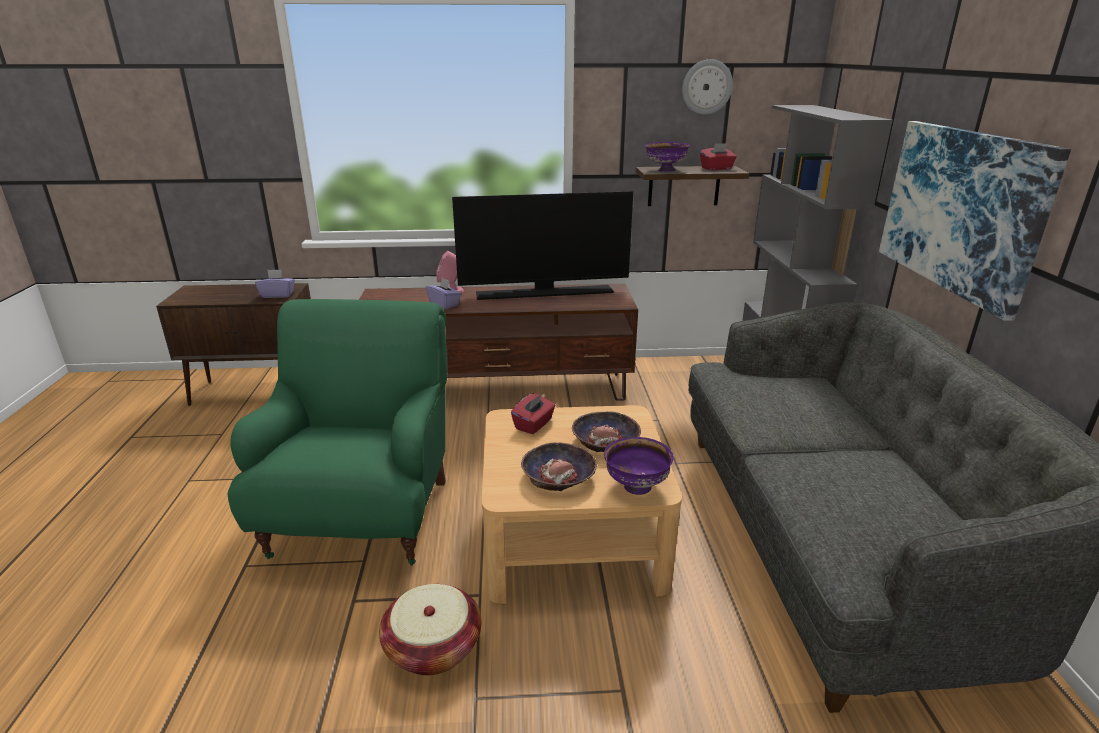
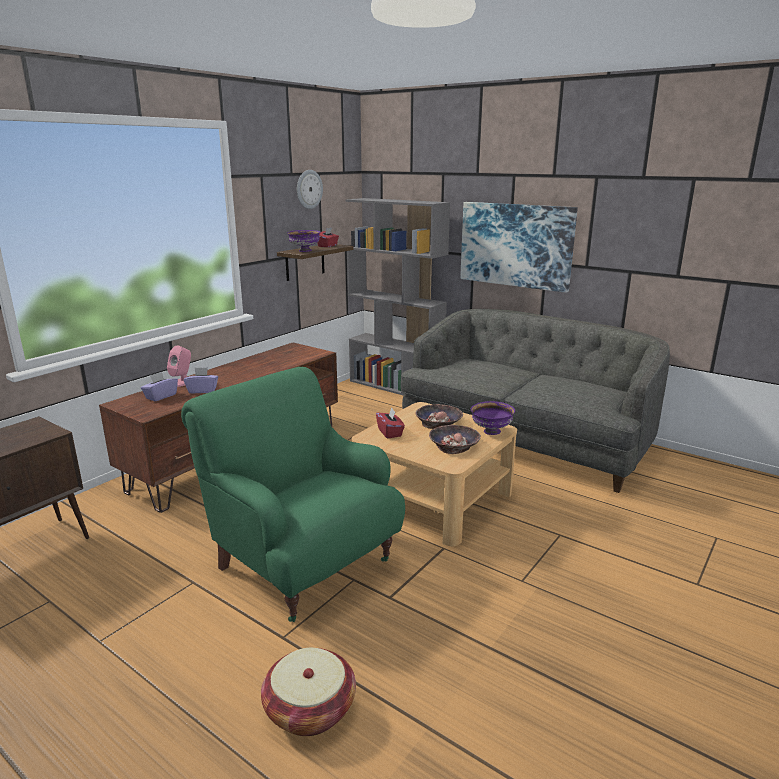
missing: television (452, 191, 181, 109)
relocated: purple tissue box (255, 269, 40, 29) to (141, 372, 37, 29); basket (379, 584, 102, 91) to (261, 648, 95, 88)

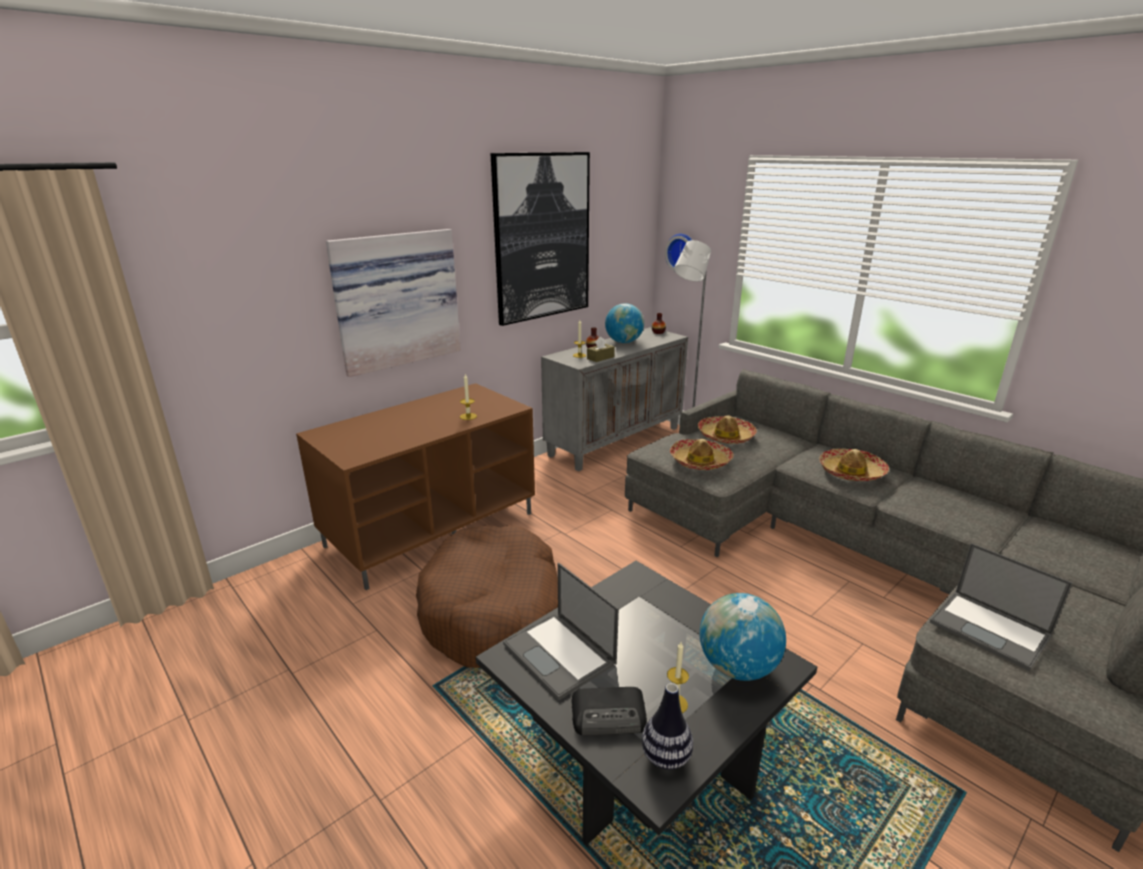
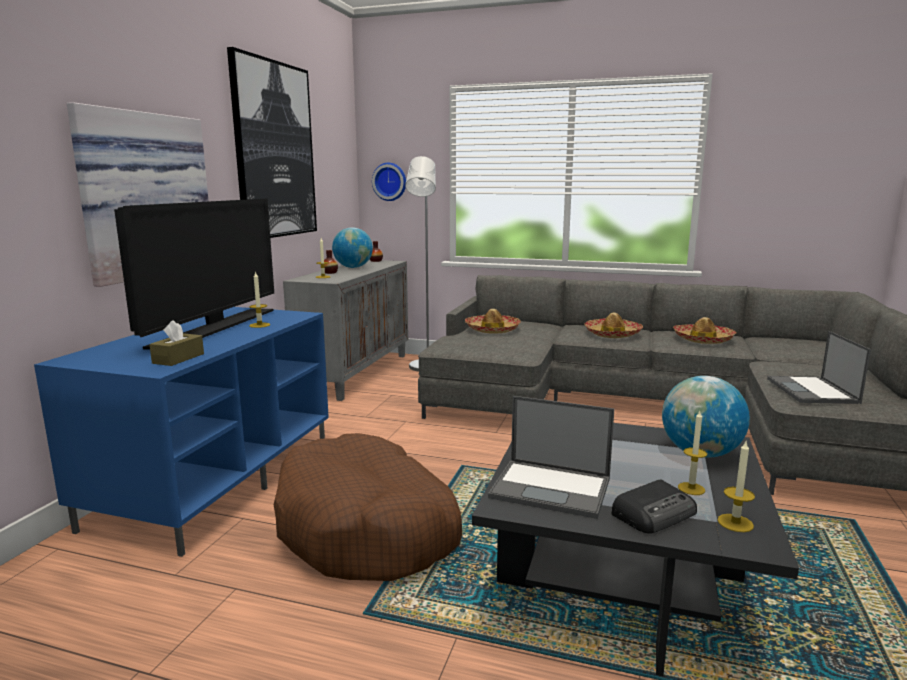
appeared: television (114, 199, 160, 151)
relocated: brown tissue box (587, 337, 28, 25) to (149, 320, 55, 46); hat (670, 439, 63, 31) to (673, 317, 64, 27)
exchanged: vase (642, 683, 51, 87) to candle (718, 441, 37, 91)
colour: brown tv stand (296, 383, 239, 207) to blue tv stand (34, 307, 295, 250)
spun: laptop (930, 543, 143, 128) = (767, 331, 104, 73) 75 degrees clockwise

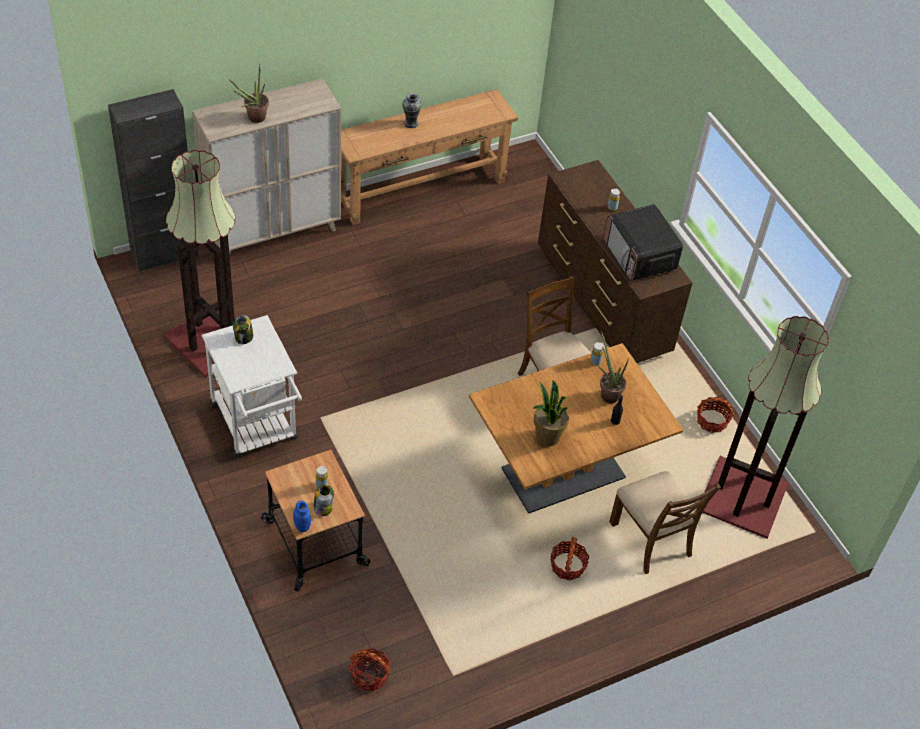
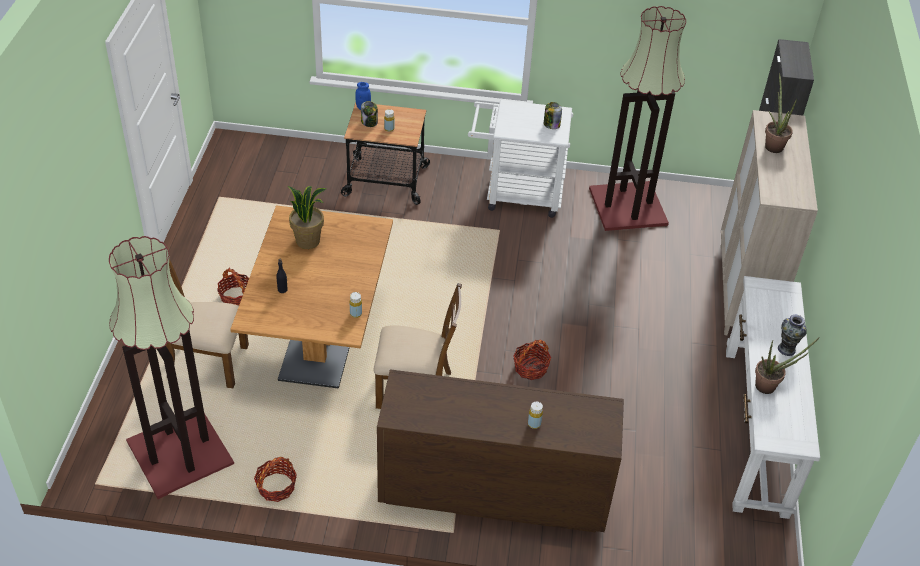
missing: microwave (603, 204, 80, 77)
relocated: basket (349, 648, 42, 43) to (513, 339, 38, 41); potted plant (597, 332, 32, 71) to (755, 337, 65, 57)
colour: brown console table (341, 89, 177, 136) to white console table (726, 276, 94, 243)

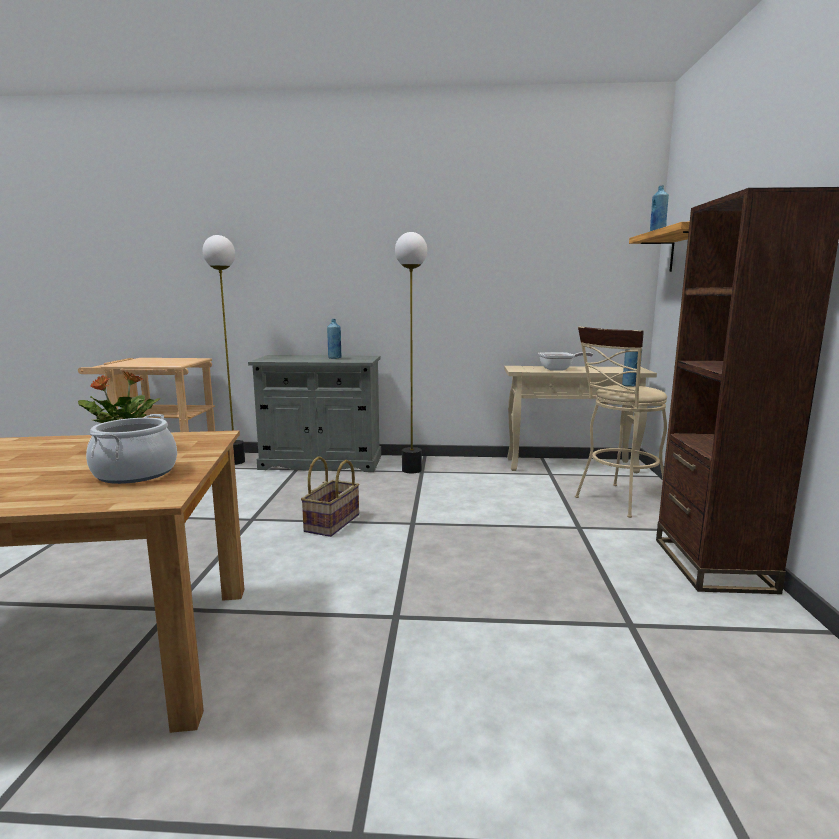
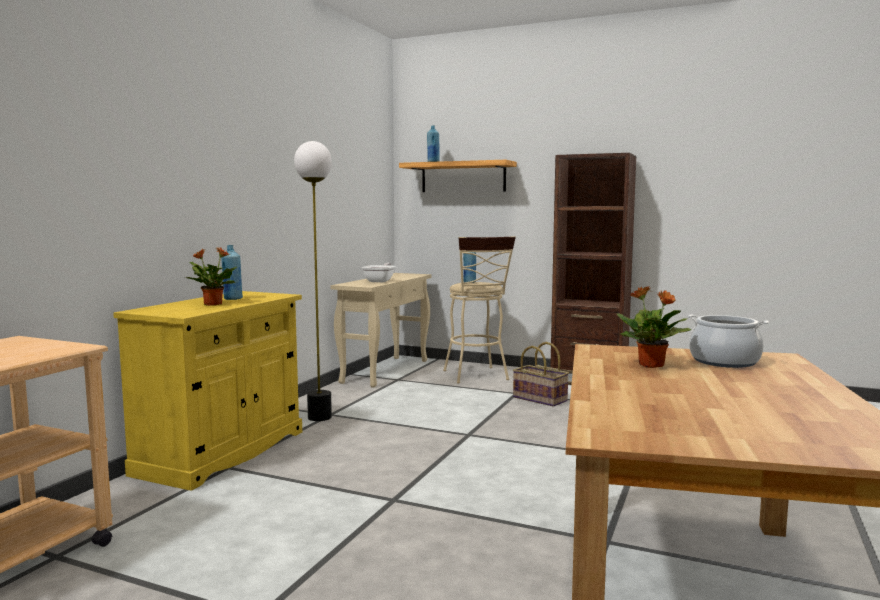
missing: floor lamp (203, 235, 42, 230)
appeared: potted plant (185, 247, 52, 59)
relocated: basket (301, 456, 58, 81) to (513, 342, 56, 65)
colour: grey cabinet (248, 355, 133, 117) to yellow cabinet (113, 291, 189, 200)

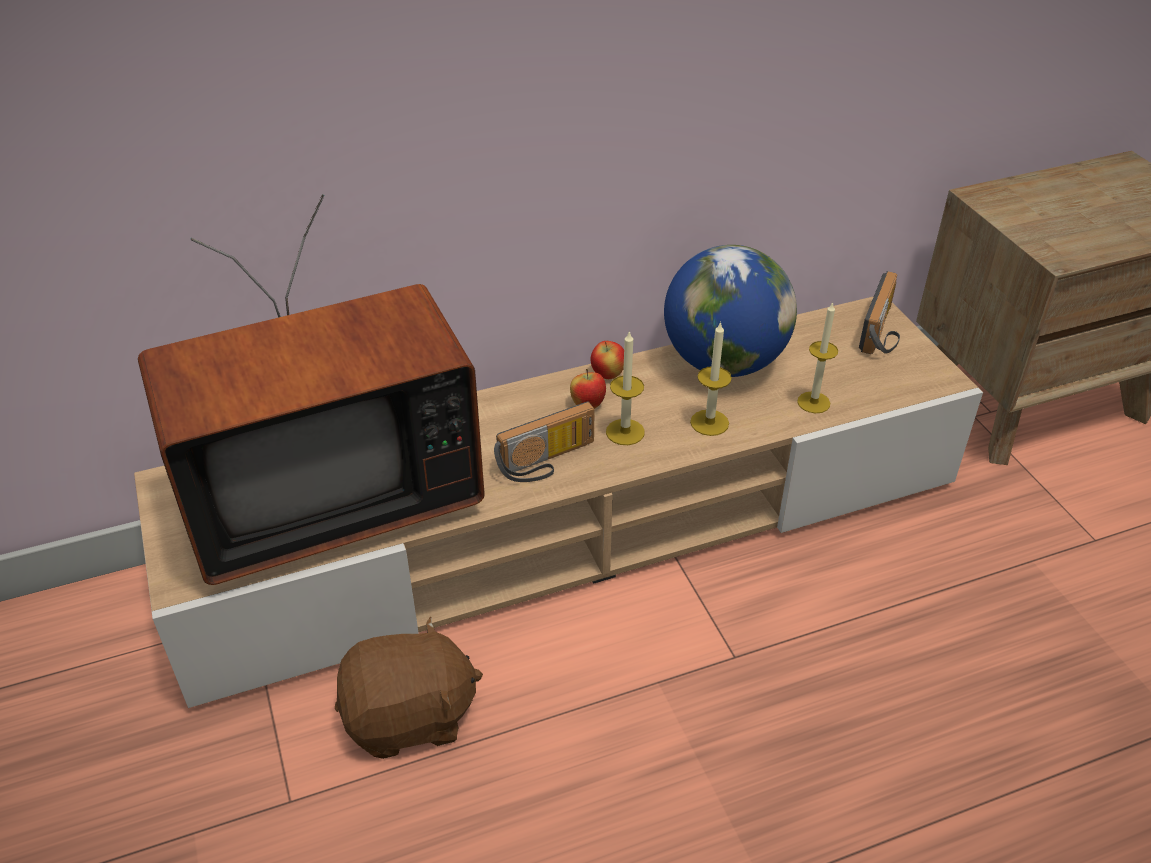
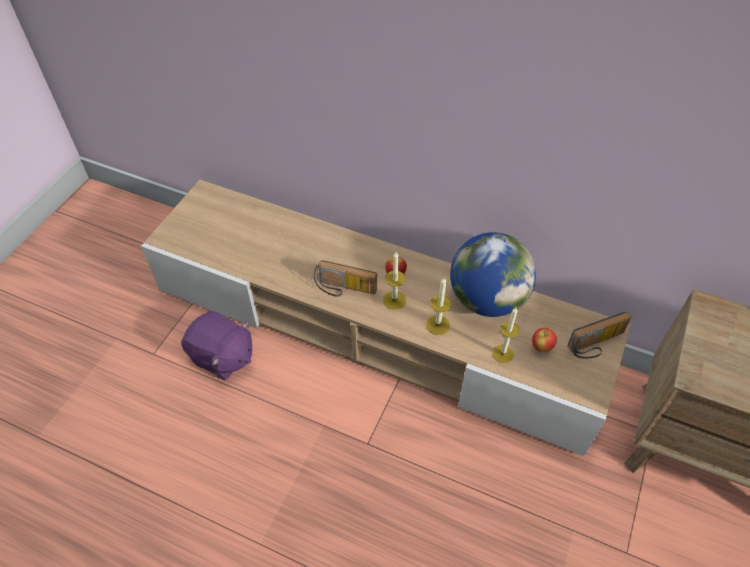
missing: television (138, 194, 347, 391)
relocated: apple (591, 341, 33, 38) to (532, 328, 25, 24)
colour: brown plush toy (335, 616, 148, 143) to purple plush toy (181, 311, 71, 69)

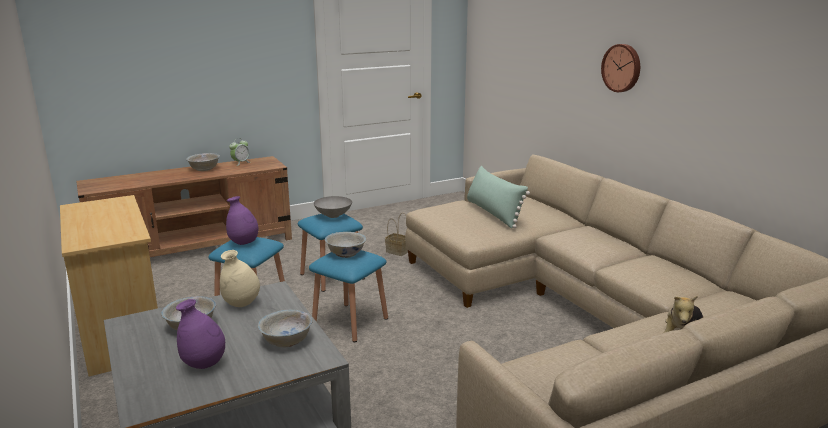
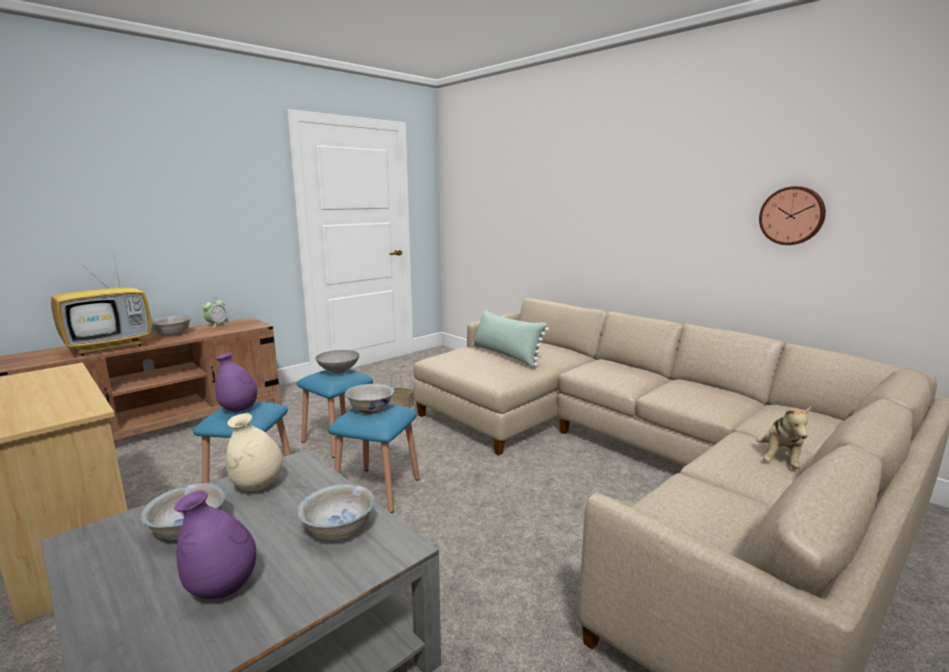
appeared: television (51, 252, 101, 104)
relocated: wall clock (601, 44, 39, 48) to (759, 186, 67, 59)

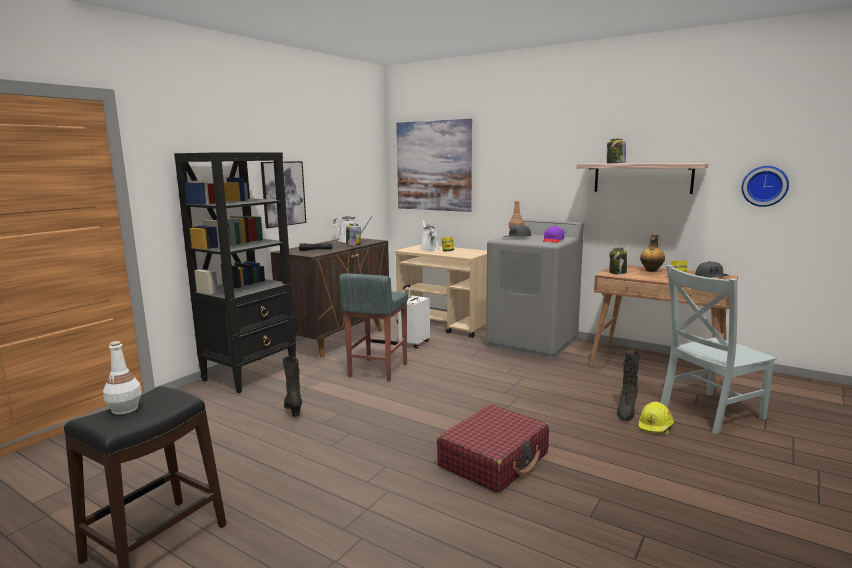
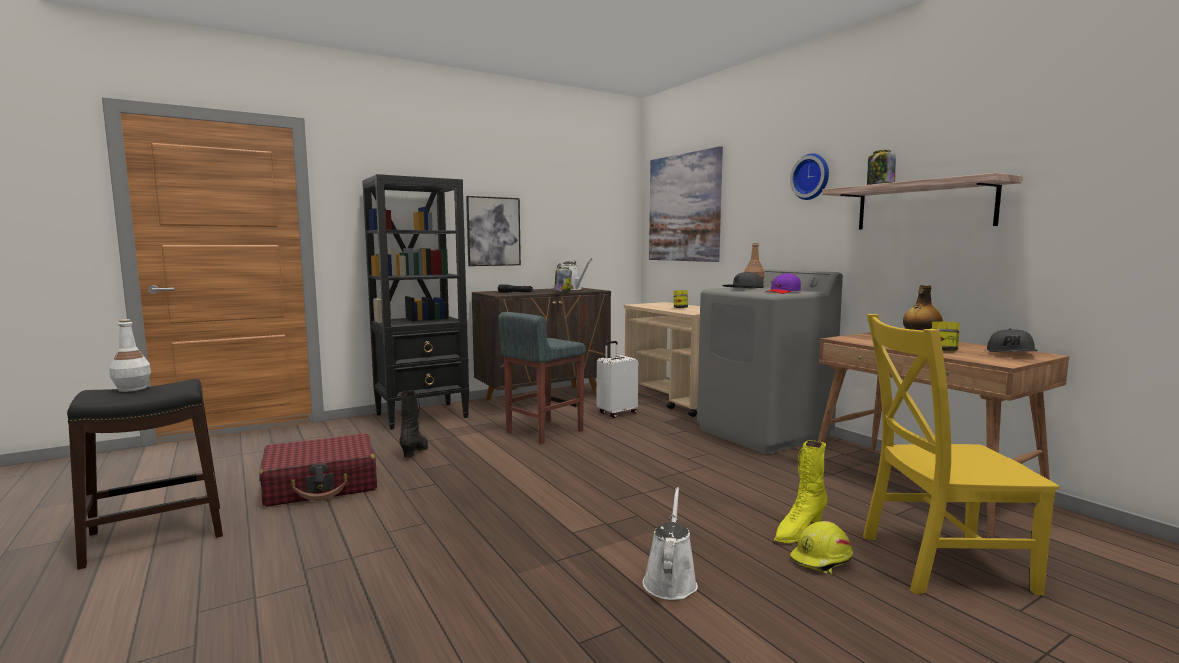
missing: jar (609, 247, 18, 27)
relocated: white watering can (420, 220, 19, 31) to (643, 487, 55, 113); red suitcase (437, 404, 112, 89) to (259, 433, 118, 74); wall clock (741, 166, 48, 41) to (790, 153, 39, 47)
colour: black boot (617, 350, 24, 71) to yellow boot (774, 440, 53, 103); grey chair (660, 265, 117, 169) to yellow chair (863, 314, 196, 281)

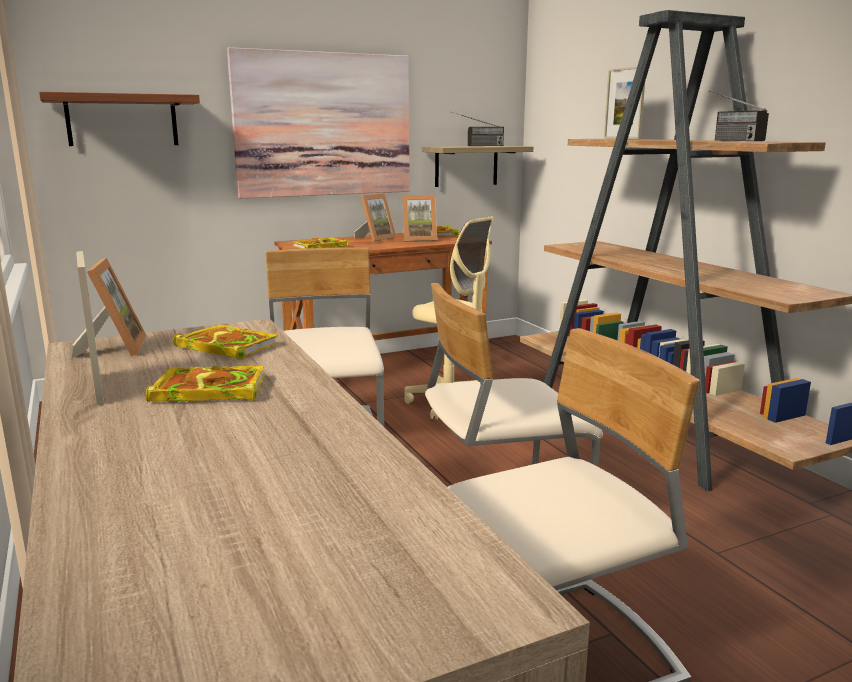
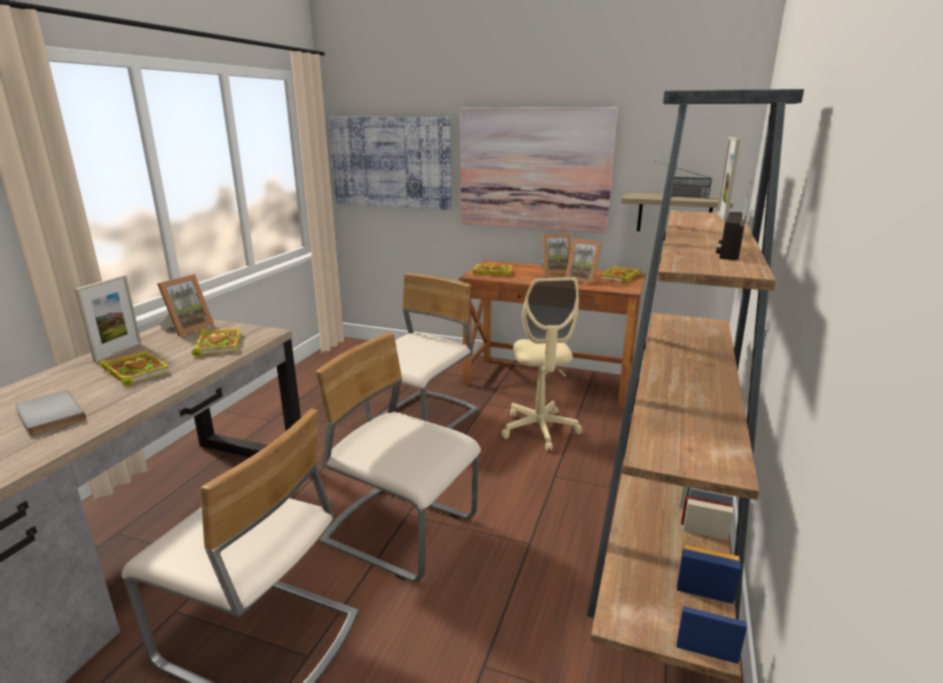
appeared: grey book (15, 390, 71, 46)
exchanged: shelf (39, 92, 161, 54) to picture (329, 117, 122, 93)

